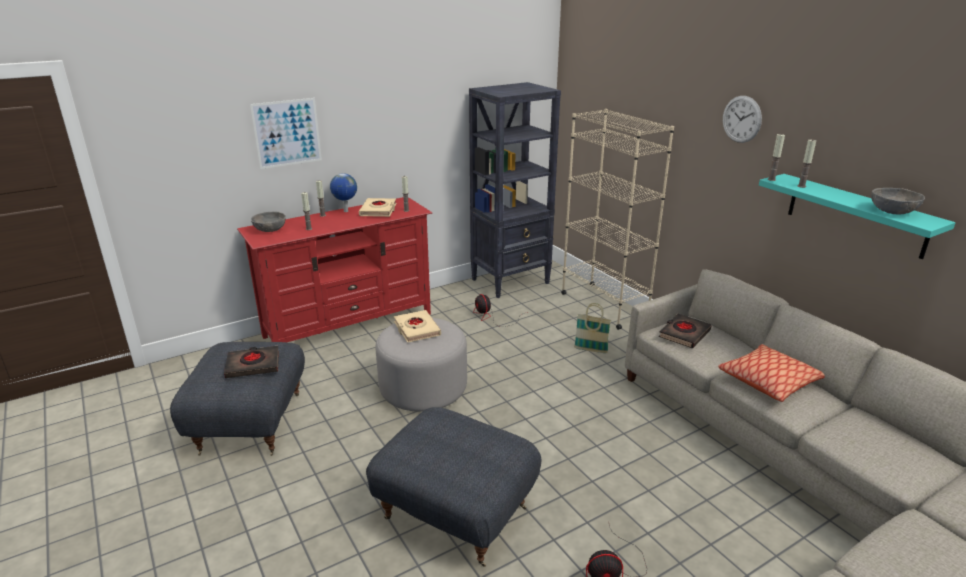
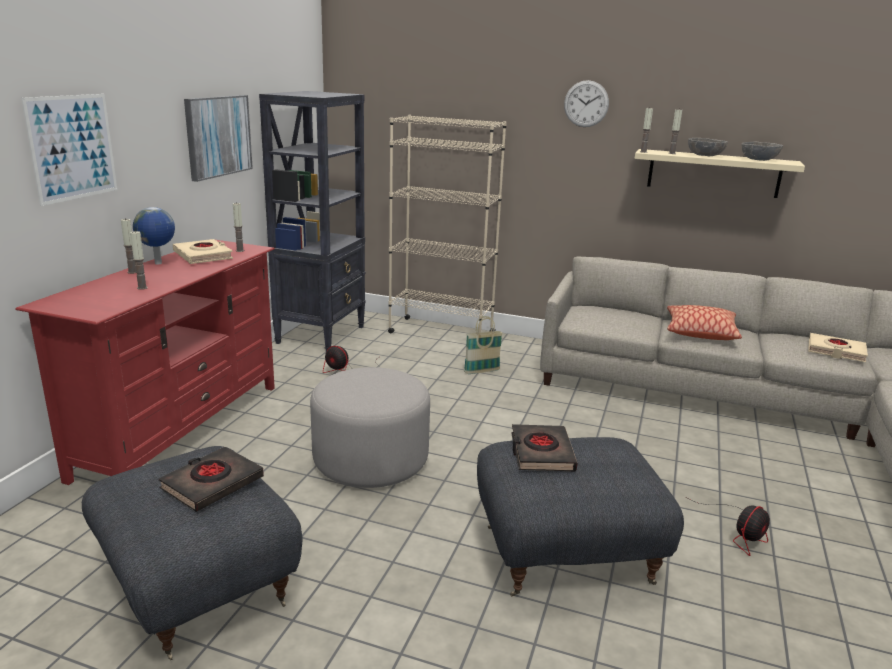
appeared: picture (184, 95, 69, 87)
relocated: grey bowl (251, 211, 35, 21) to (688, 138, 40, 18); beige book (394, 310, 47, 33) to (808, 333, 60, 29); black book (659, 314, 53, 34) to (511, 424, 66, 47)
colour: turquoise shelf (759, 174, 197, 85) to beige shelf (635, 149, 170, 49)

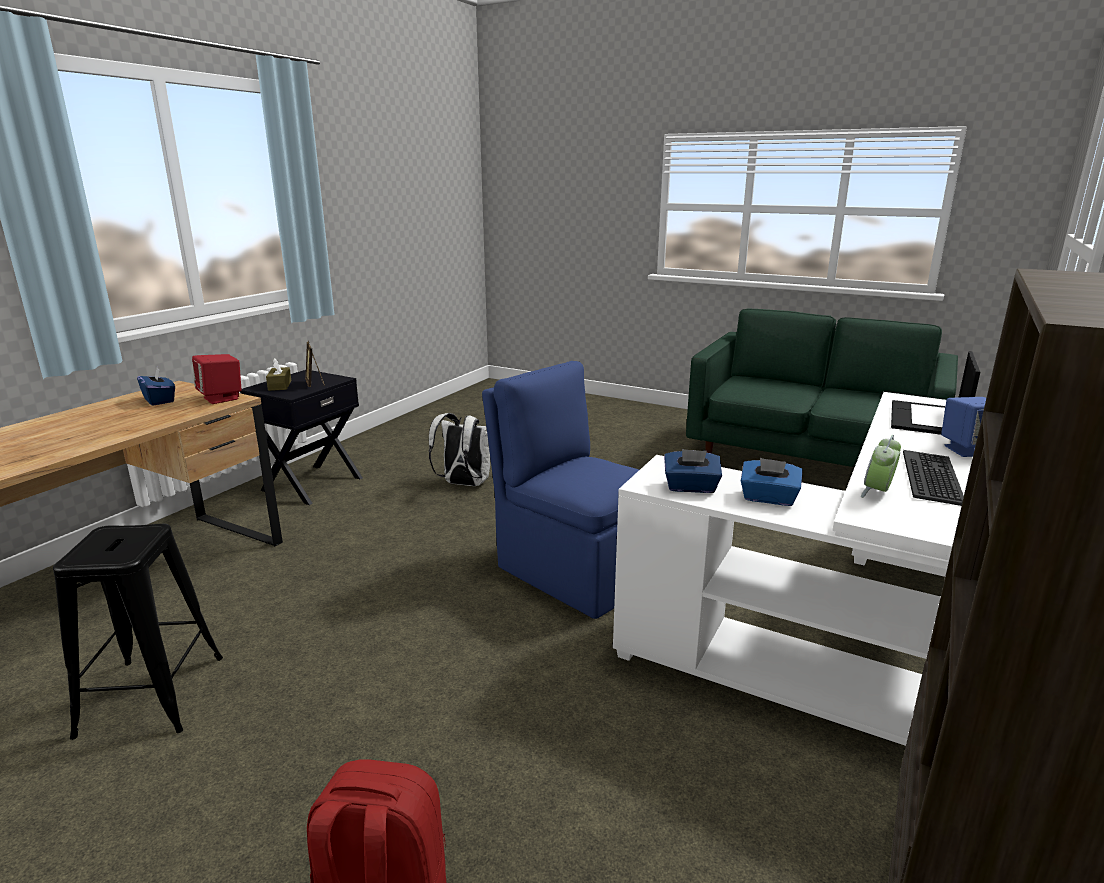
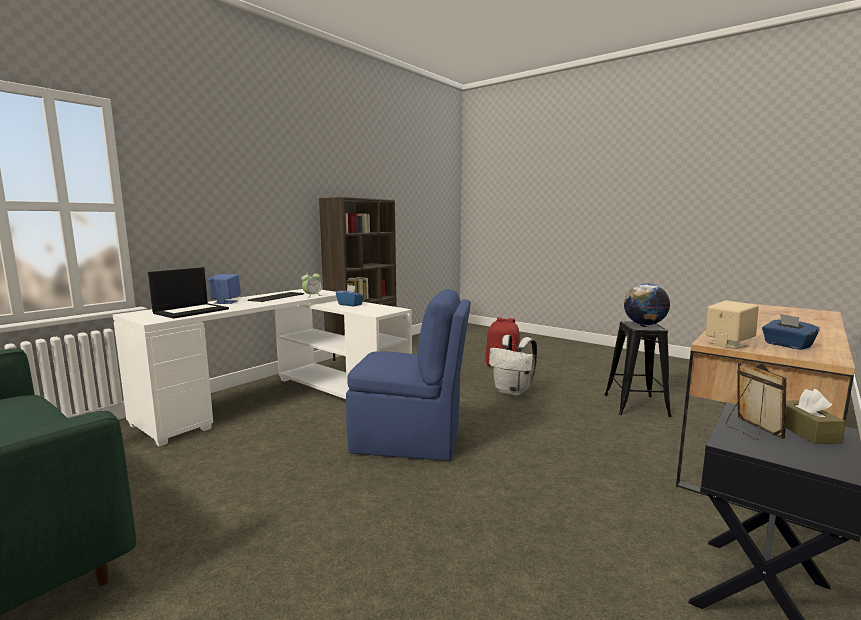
missing: blue tissue box (664, 449, 58, 44)
appeared: globe (624, 283, 46, 42)
relocated: white backpack (429, 413, 62, 73) to (489, 335, 48, 61)
colour: red speaker (192, 354, 50, 50) to beige speaker (706, 300, 53, 49)
spun: blue chair (482, 361, 157, 258) = (346, 289, 125, 172) 45 degrees counterclockwise

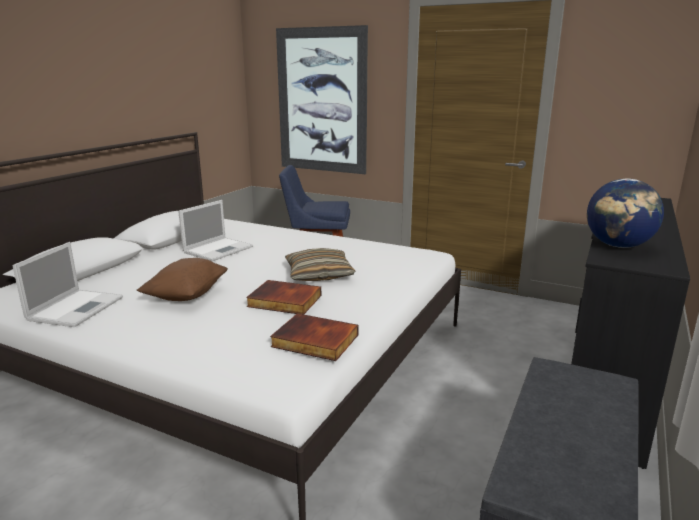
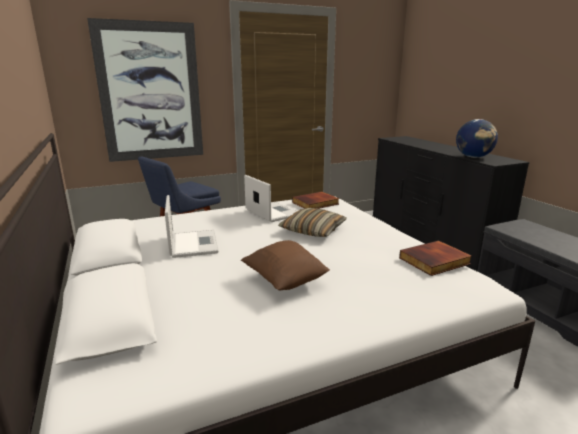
relocated: laptop (12, 242, 111, 85) to (244, 175, 53, 47); book (246, 280, 75, 35) to (292, 192, 47, 17)

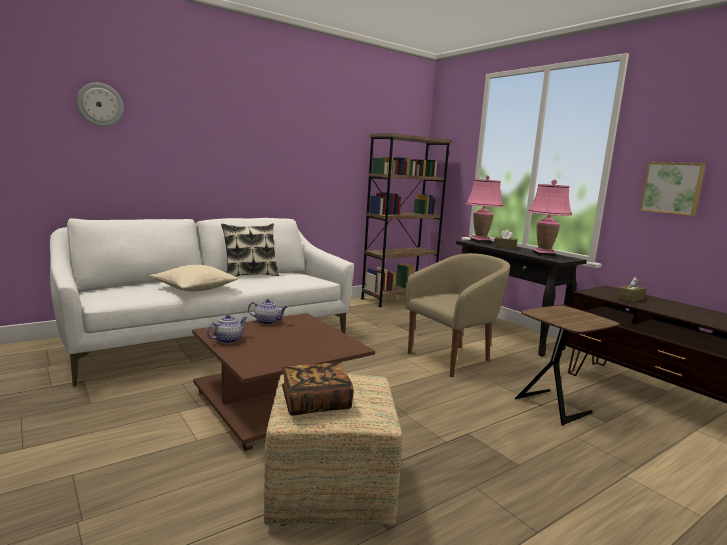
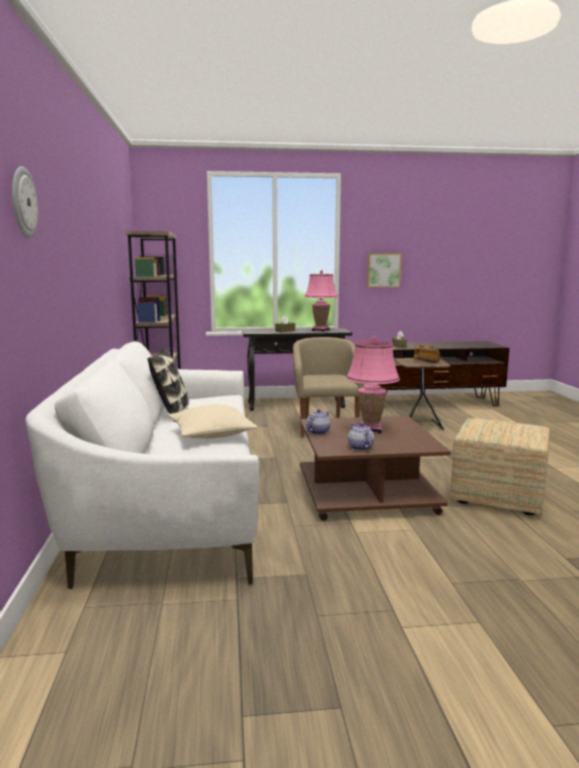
relocated: book (282, 362, 72, 54) to (414, 345, 26, 18); pink table lamp (466, 175, 38, 68) to (346, 336, 54, 98)

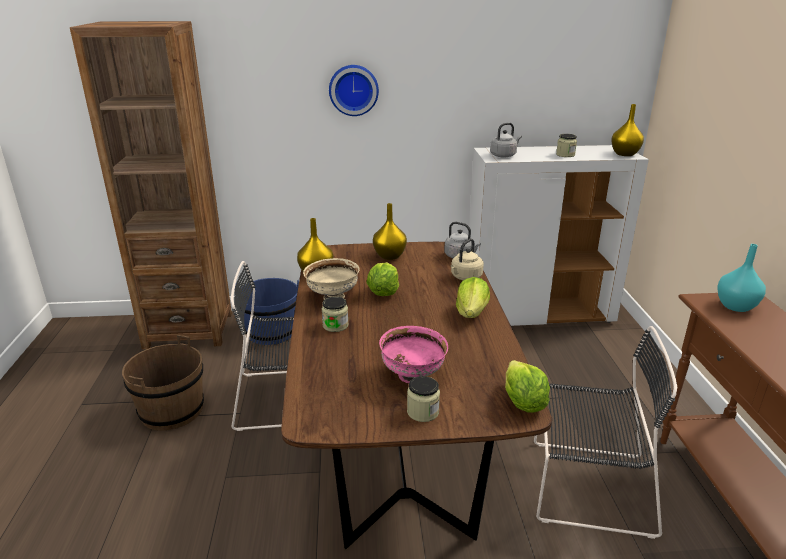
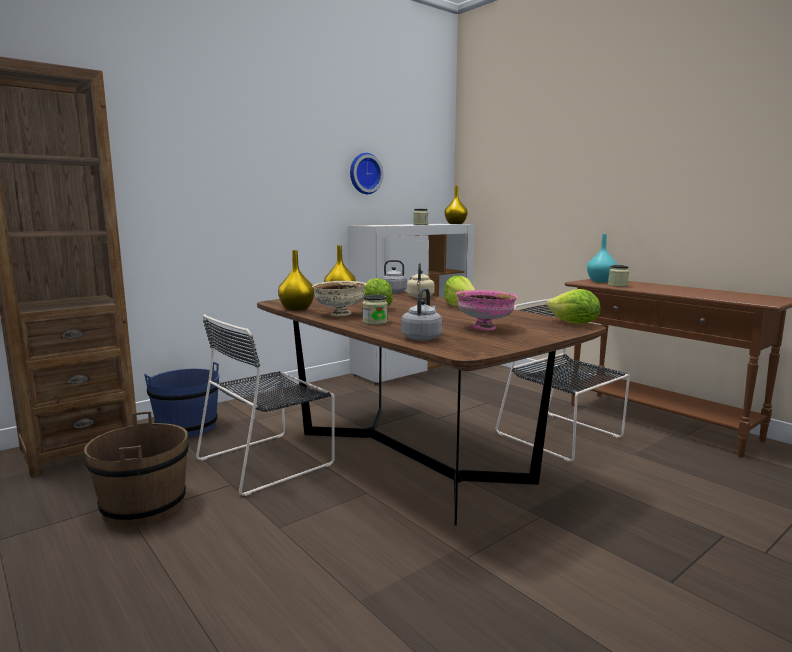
relocated: wall clock (329, 65, 50, 51) to (350, 153, 34, 41); jar (407, 376, 33, 46) to (608, 265, 21, 22); grey kettle (490, 123, 32, 35) to (401, 288, 41, 53)
spun: black chair (534, 326, 143, 213) = (496, 299, 134, 163) 105 degrees counterclockwise

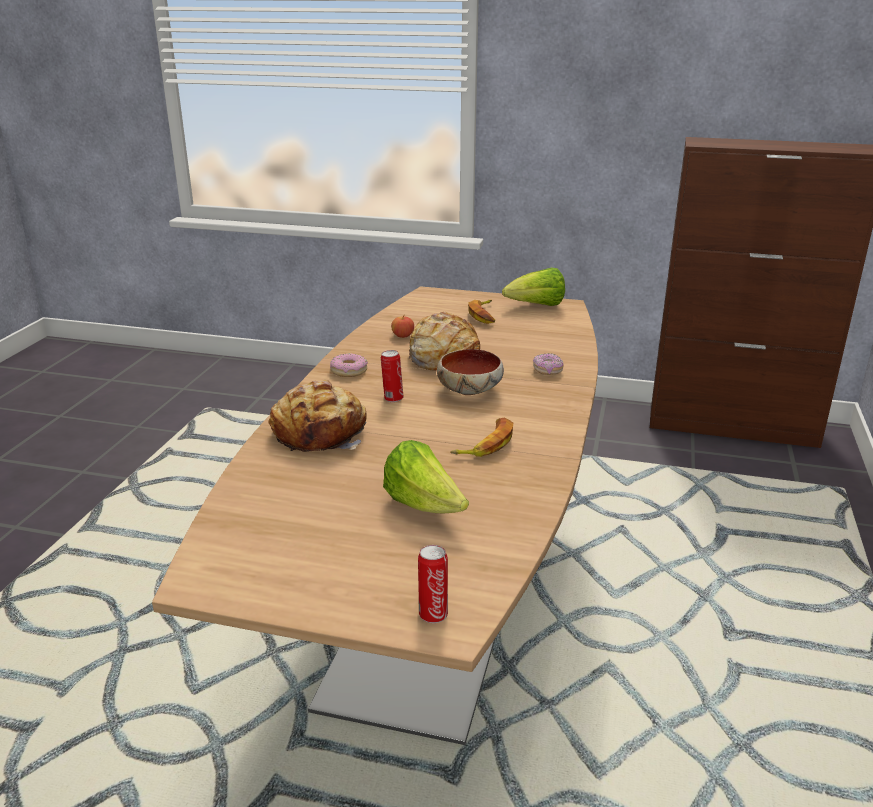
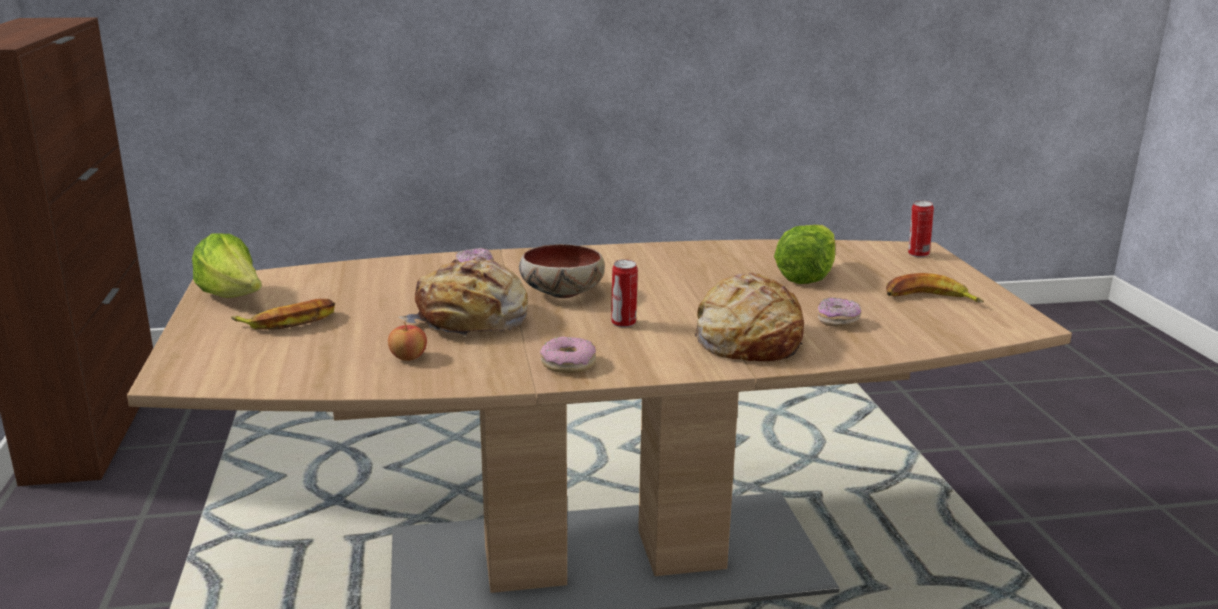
appeared: donut (817, 297, 44, 30)
relocated: banana (450, 418, 63, 39) to (886, 273, 98, 30)

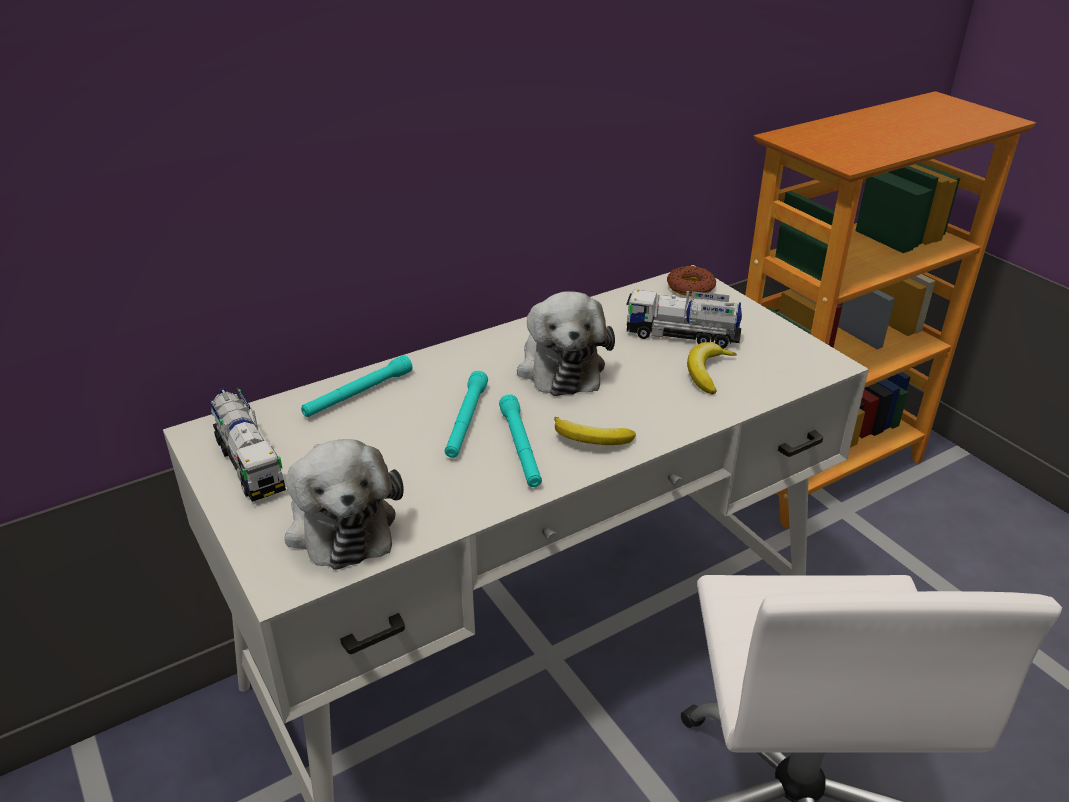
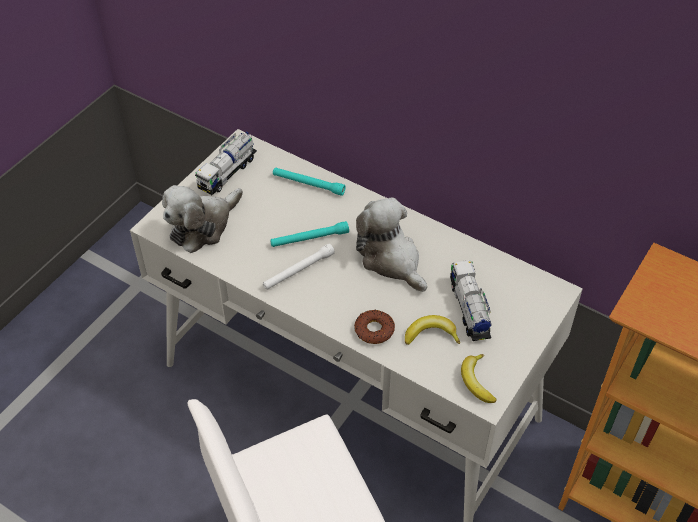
relocated: banana (554, 417, 82, 28) to (461, 354, 35, 49); donut (667, 266, 49, 30) to (354, 309, 41, 35)
colour: turquoise flashlight (499, 394, 43, 93) to white flashlight (263, 243, 72, 47)
spun: plush toy (517, 291, 98, 105) = (356, 197, 71, 95) 90 degrees clockwise

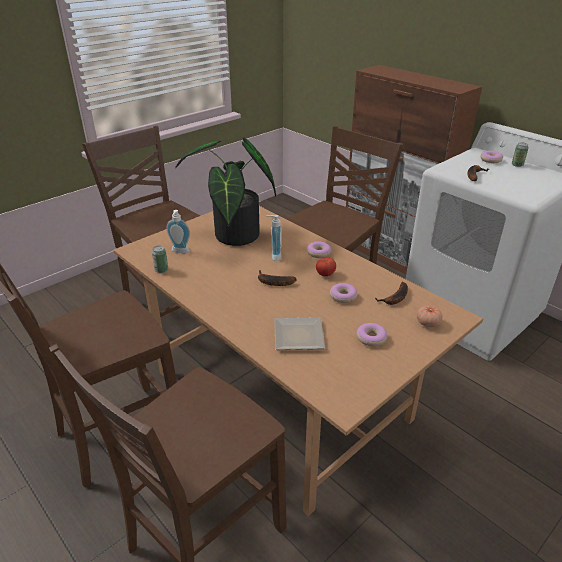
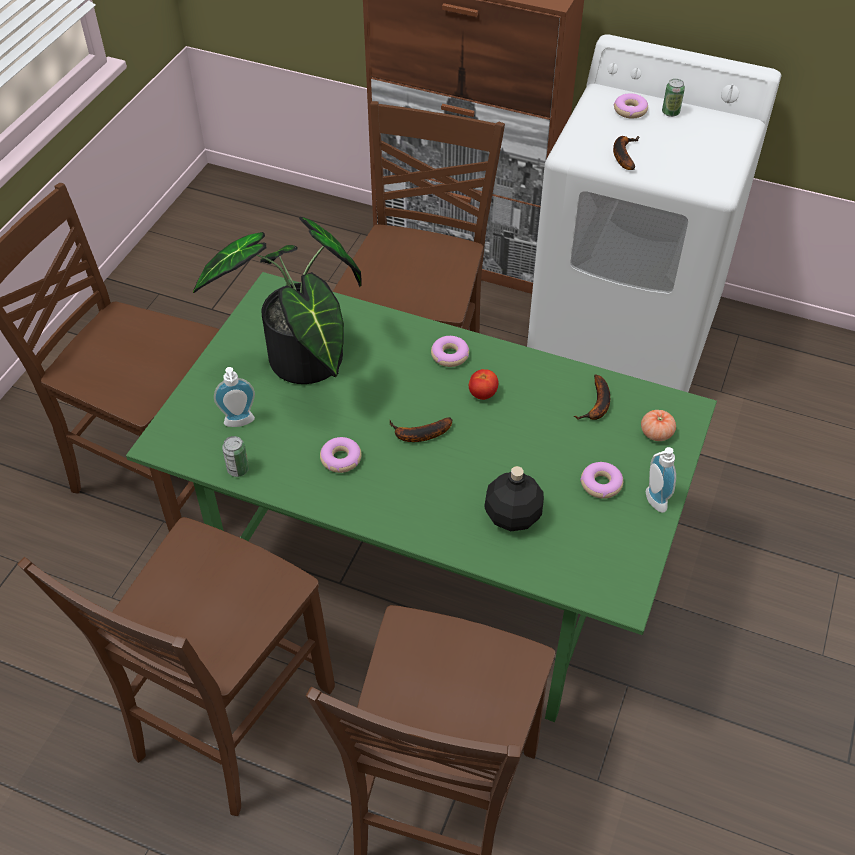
relocated: soap dispenser (266, 215, 16, 46) to (645, 447, 31, 66); donut (330, 283, 27, 20) to (320, 437, 42, 36)
exchanged: plate (274, 317, 51, 33) to black bottle (484, 466, 60, 65)
colour: brown dining table (113, 206, 370, 310) to green dining table (126, 272, 591, 450)

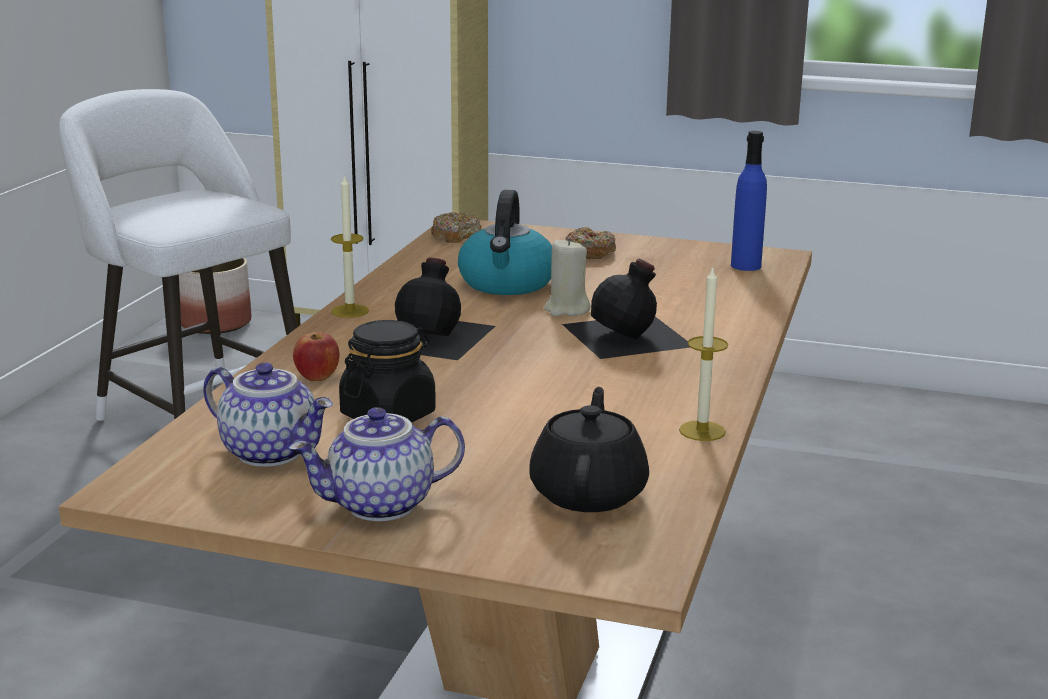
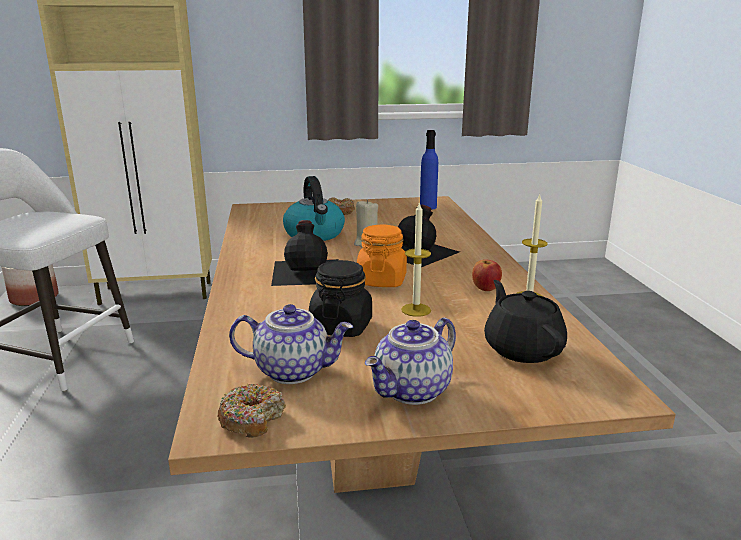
appeared: orange jar (357, 225, 50, 62)
relocated: apple (293, 332, 47, 49) to (472, 259, 30, 32); candle (331, 174, 38, 144) to (401, 201, 30, 116); donut (431, 212, 50, 31) to (217, 384, 69, 54)

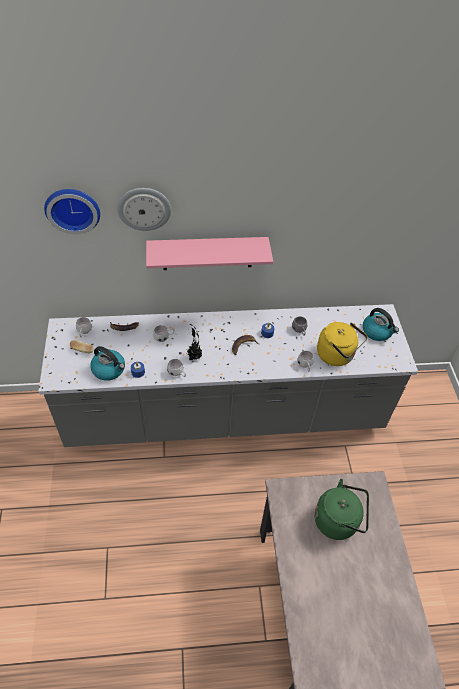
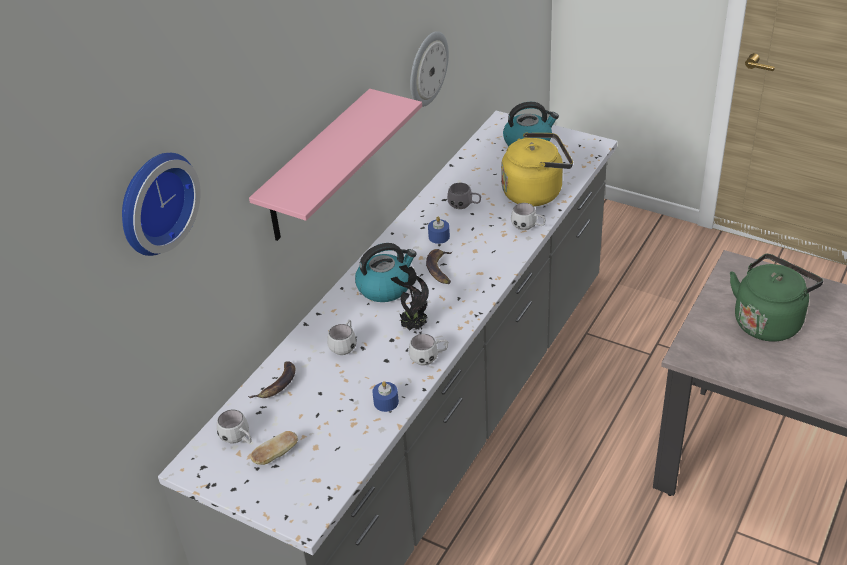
relocated: kettle (90, 346, 35, 35) to (355, 243, 61, 59); wall clock (117, 188, 54, 43) to (410, 31, 39, 76)

